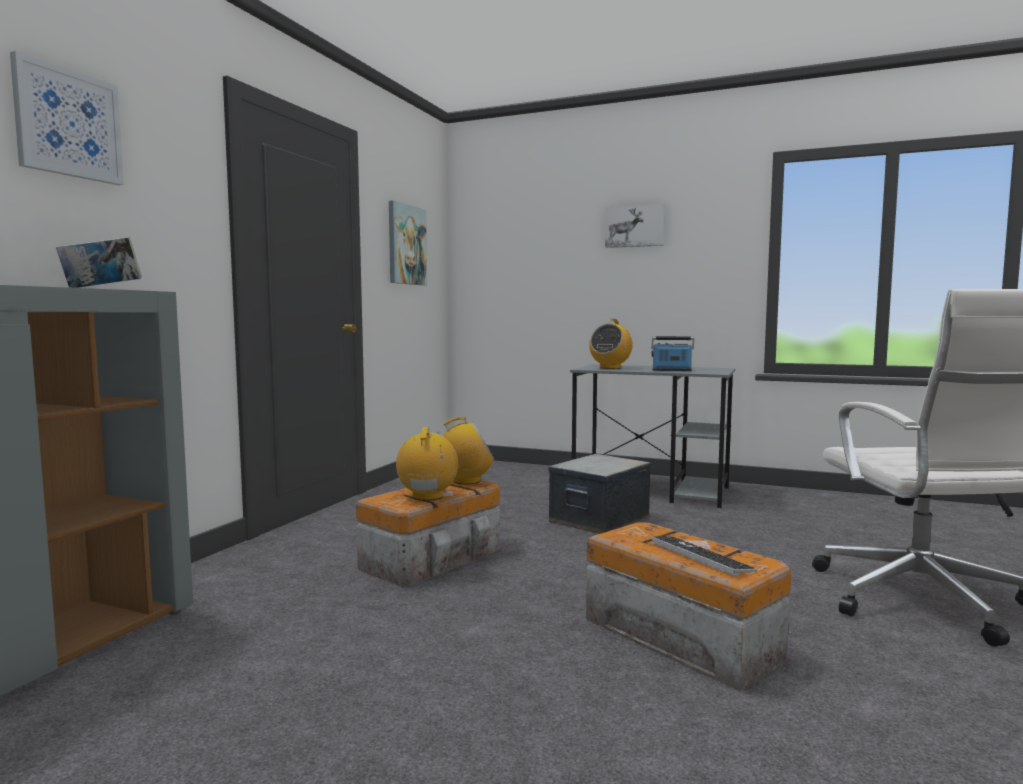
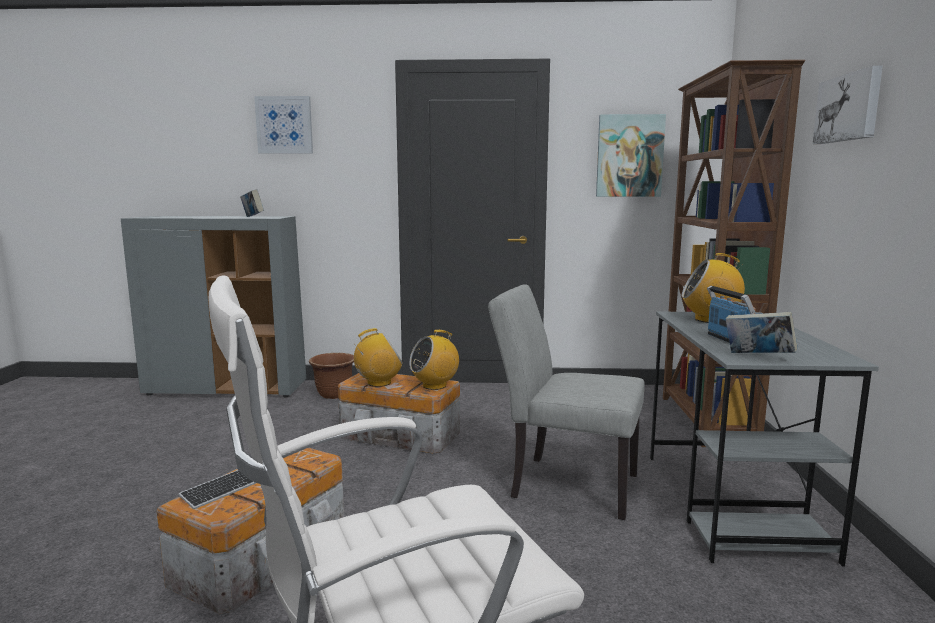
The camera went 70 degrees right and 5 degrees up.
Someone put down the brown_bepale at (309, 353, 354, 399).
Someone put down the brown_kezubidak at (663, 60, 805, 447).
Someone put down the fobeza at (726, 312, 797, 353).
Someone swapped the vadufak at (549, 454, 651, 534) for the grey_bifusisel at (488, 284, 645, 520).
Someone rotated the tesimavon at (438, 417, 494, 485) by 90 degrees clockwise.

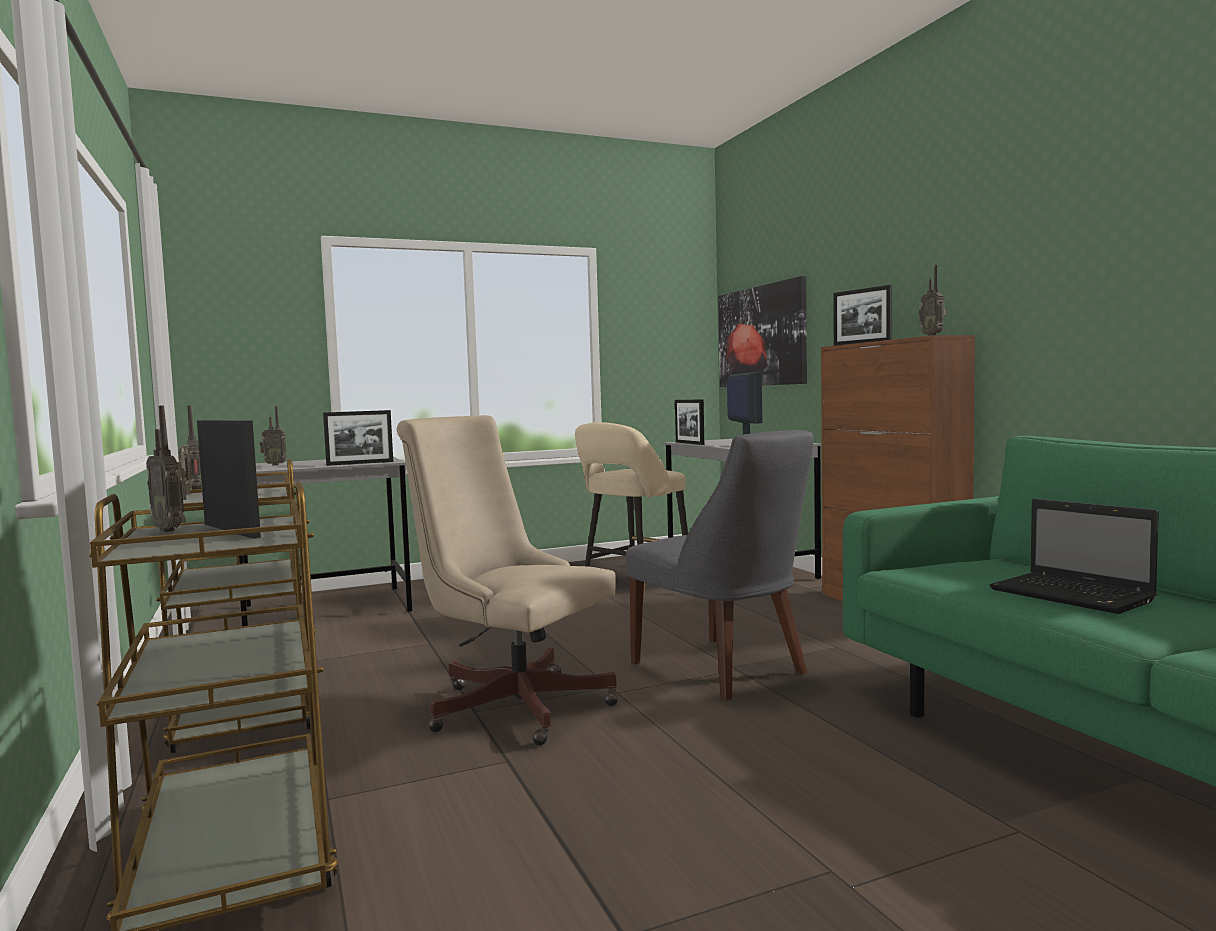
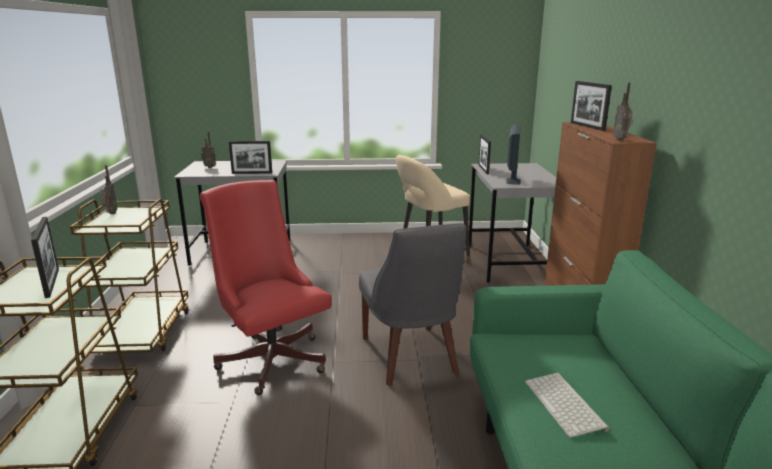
The camera went 20 degrees right and 15 degrees up.
Someone took away the tesimavon at (146, 406, 190, 532).
Someone took away the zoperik at (718, 276, 807, 387).
Someone swapped the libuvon at (989, 499, 1159, 614) for the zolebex at (525, 373, 610, 438).
Someone repainted the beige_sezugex at (396, 415, 618, 745), which became the red_sezugex at (200, 180, 331, 395).

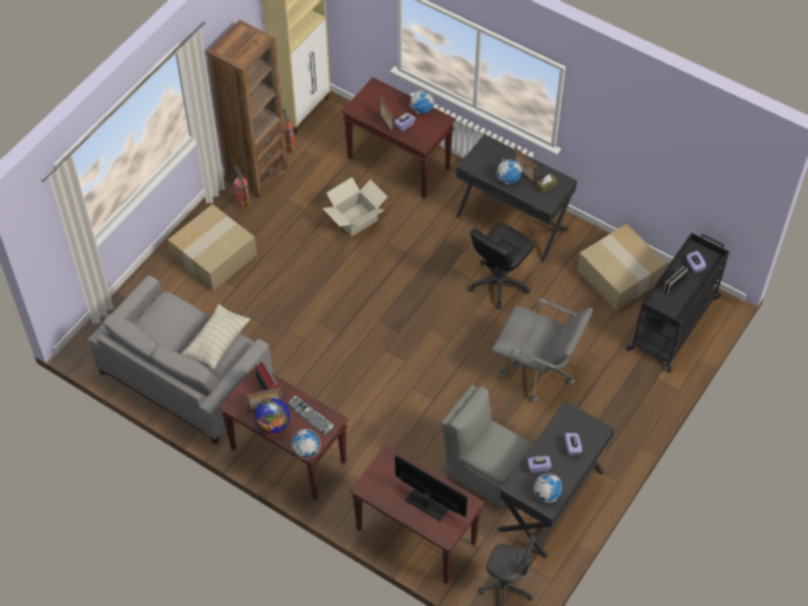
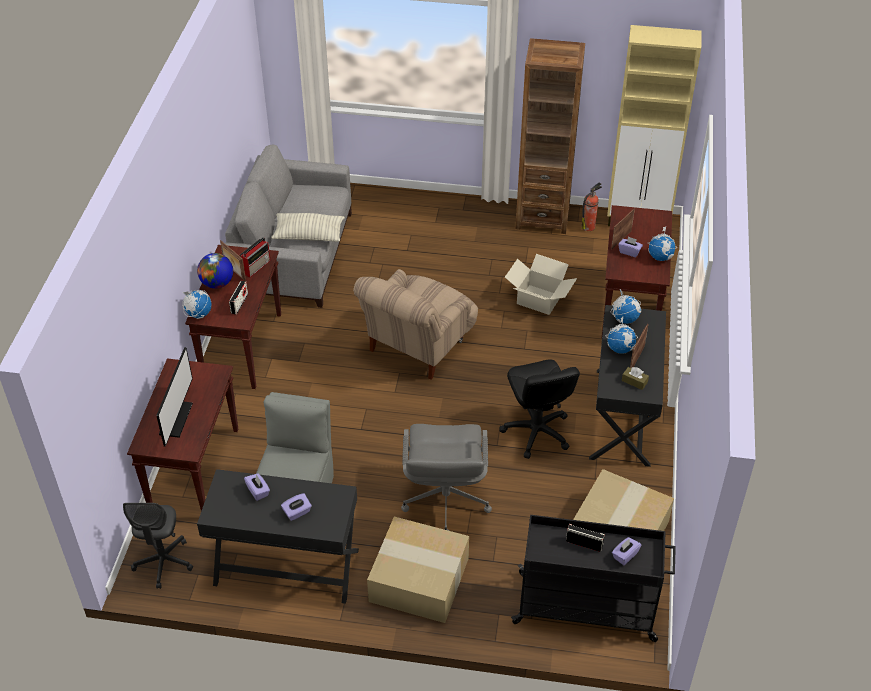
The camera went 65 degrees right and 10 degrees down.
Someone took away the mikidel at (234, 166, 250, 209).
Someone put down the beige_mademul at (353, 269, 478, 380).
Someone carried the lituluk from (168, 204, 257, 291) to (367, 517, 469, 623).
Someone carried the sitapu from (534, 473, 563, 503) to (611, 289, 641, 324).
Someone swapped the zolebex at (286, 395, 335, 435) for the tesimavon at (229, 281, 248, 315).
Someone rotated the black_sezugex at (468, 223, 534, 309) by 120 degrees counterclockwise.

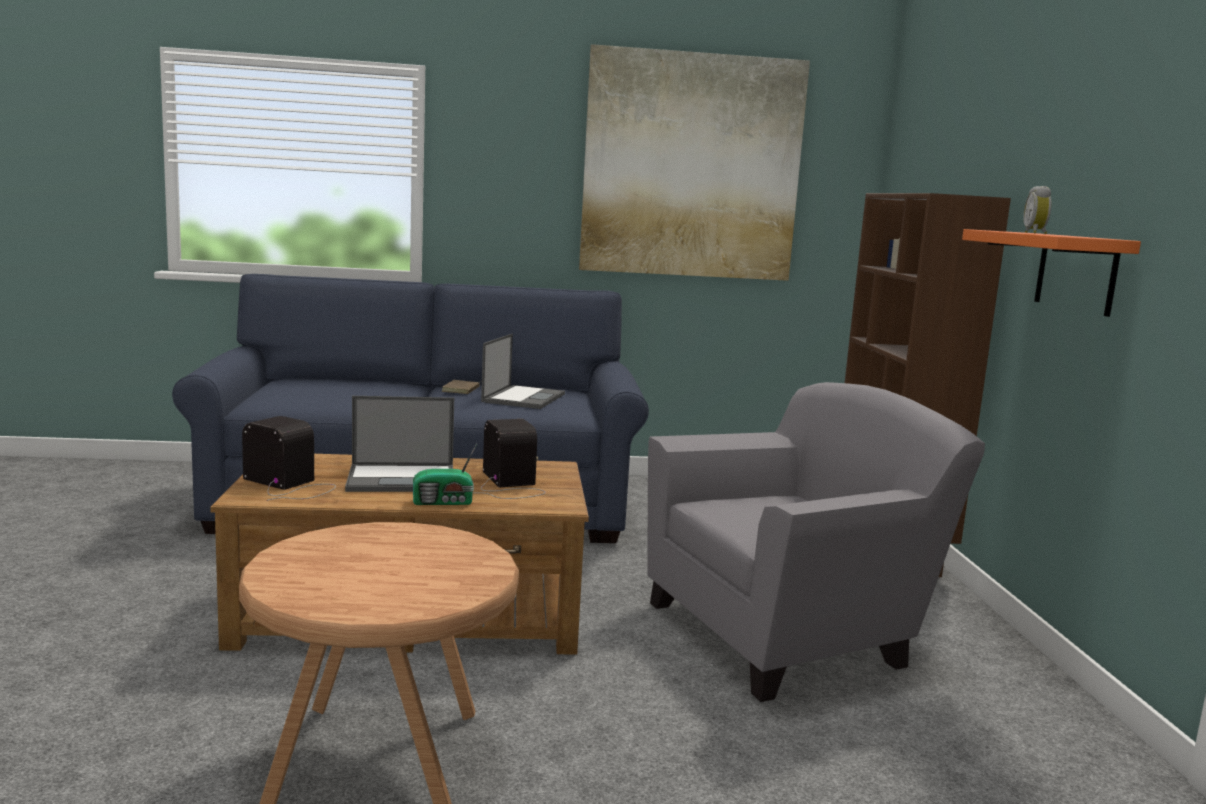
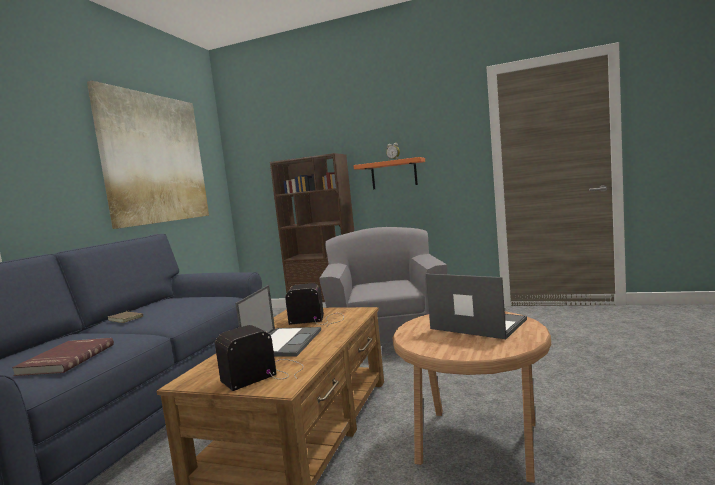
The camera went 65 degrees left and 5 degrees down.
Someone took away the tesimavon at (413, 444, 477, 505).
Someone put down the red_fobeza at (12, 338, 114, 376).
Someone carried the libuvon from (481, 334, 565, 409) to (426, 274, 527, 339).

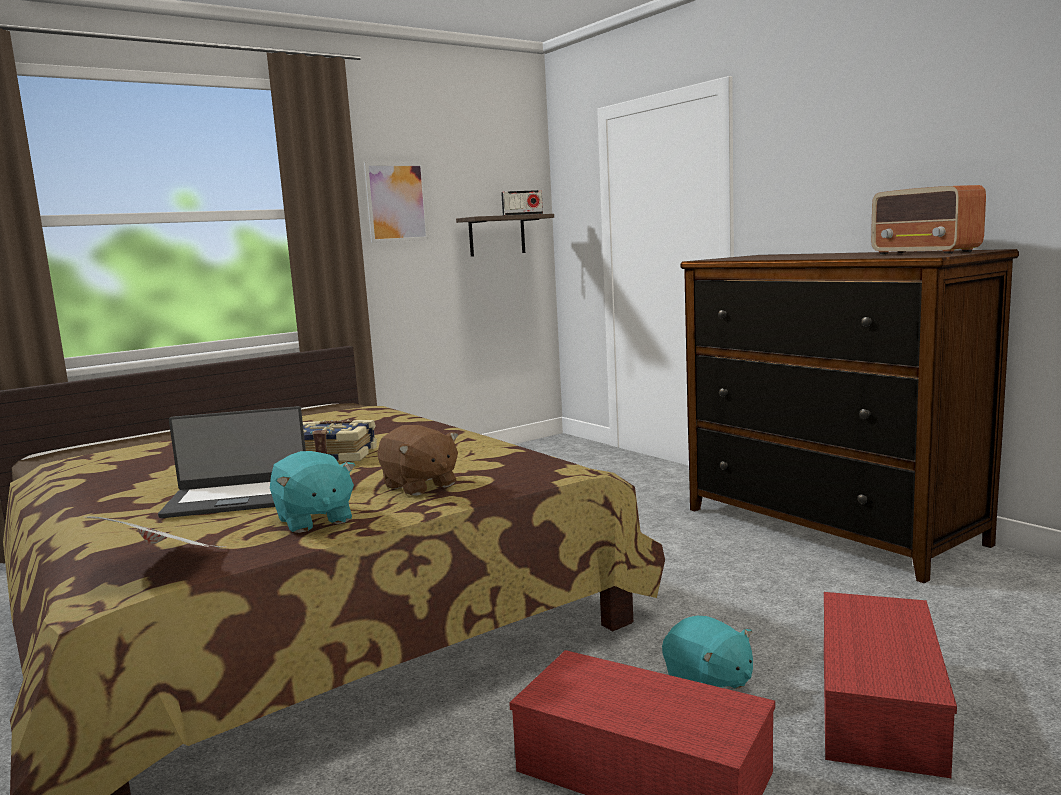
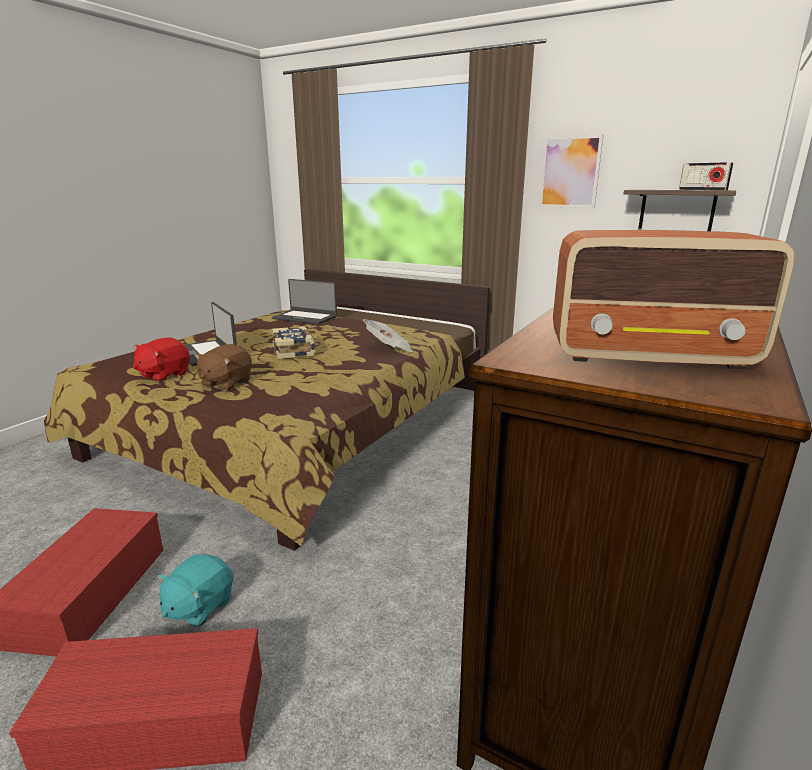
The camera went 65 degrees right and 10 degrees up.
Someone put down the libuvon at (272, 279, 337, 324).
Someone carried the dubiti from (87, 517, 226, 547) to (363, 319, 413, 352).
Someone repainted the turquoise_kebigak at (270, 451, 356, 533), which became the red_kebigak at (133, 337, 190, 382).
Someone rotated the tesimavon at (871, 185, 986, 254) by 120 degrees counterclockwise.

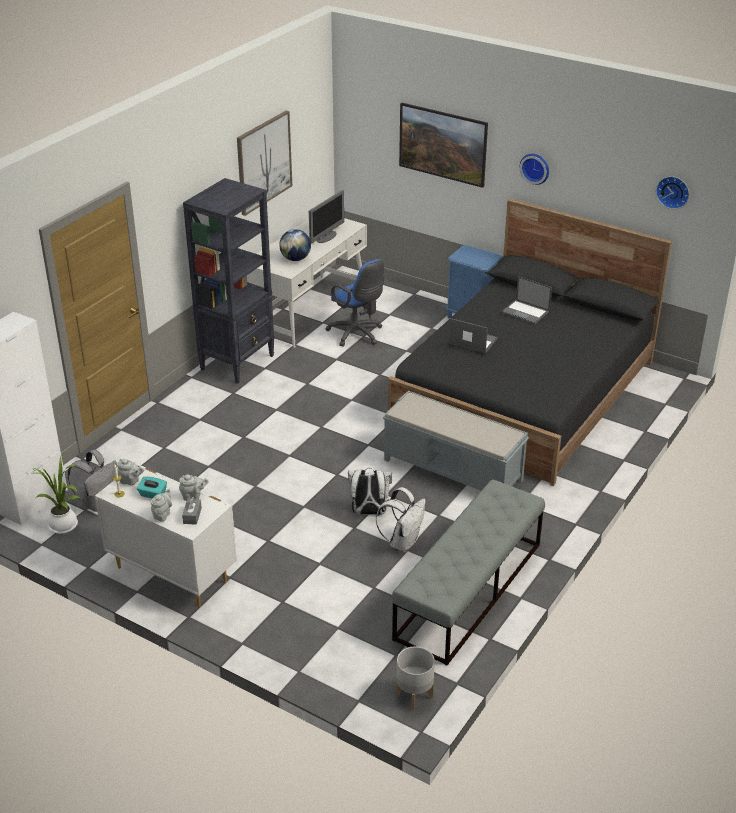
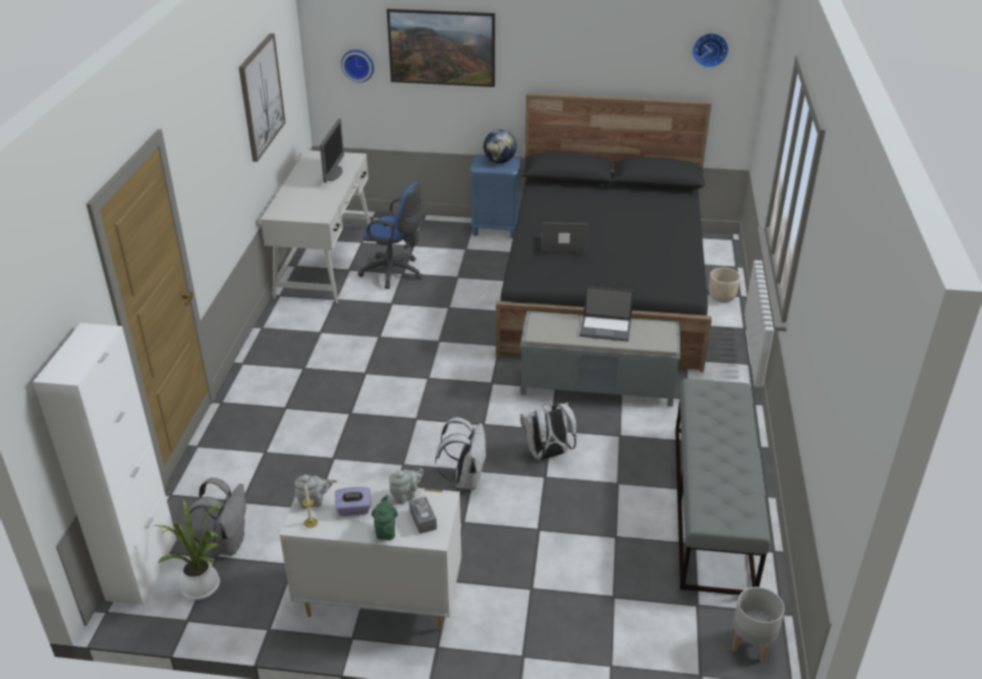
The camera went 25 degrees left and 0 degrees up.
Someone took away the black_kezubidak at (183, 178, 275, 384).
Someone put down the beige_bepale at (709, 268, 740, 302).
Someone carried the sitapu from (279, 229, 311, 261) to (483, 129, 517, 163).
Someone carried the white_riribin from (376, 487, 426, 552) to (435, 417, 487, 490).
Someone carried the libuvon from (501, 276, 552, 324) to (580, 286, 634, 342).
Someone carried the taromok from (520, 154, 549, 185) to (341, 50, 374, 82).
Someone repainted the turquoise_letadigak at (137, 476, 167, 498), which became the purple_letadigak at (335, 487, 371, 516).
Someone repainted the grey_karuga at (151, 489, 172, 522), which became the green_karuga at (371, 495, 398, 540).

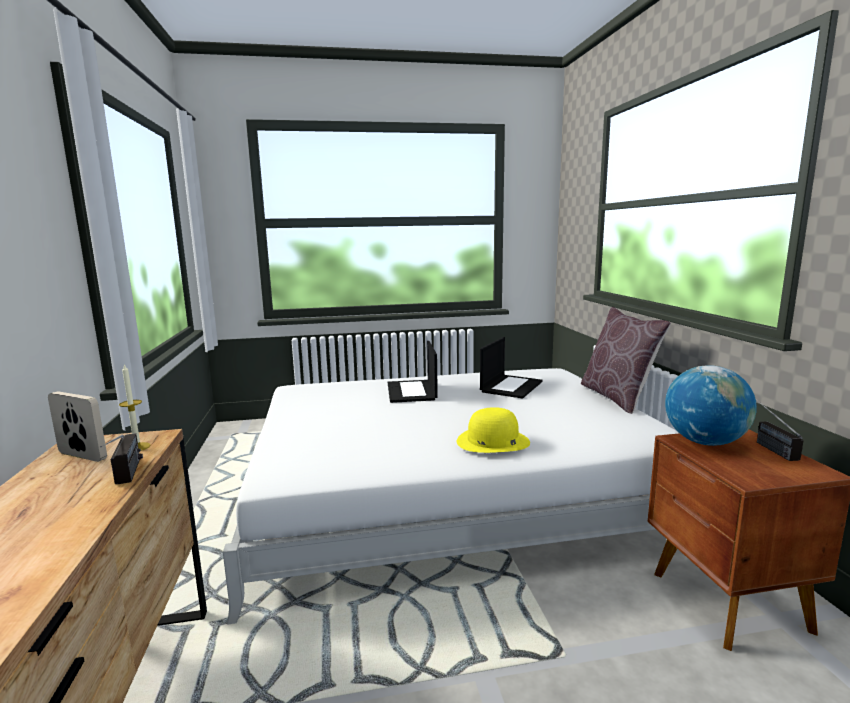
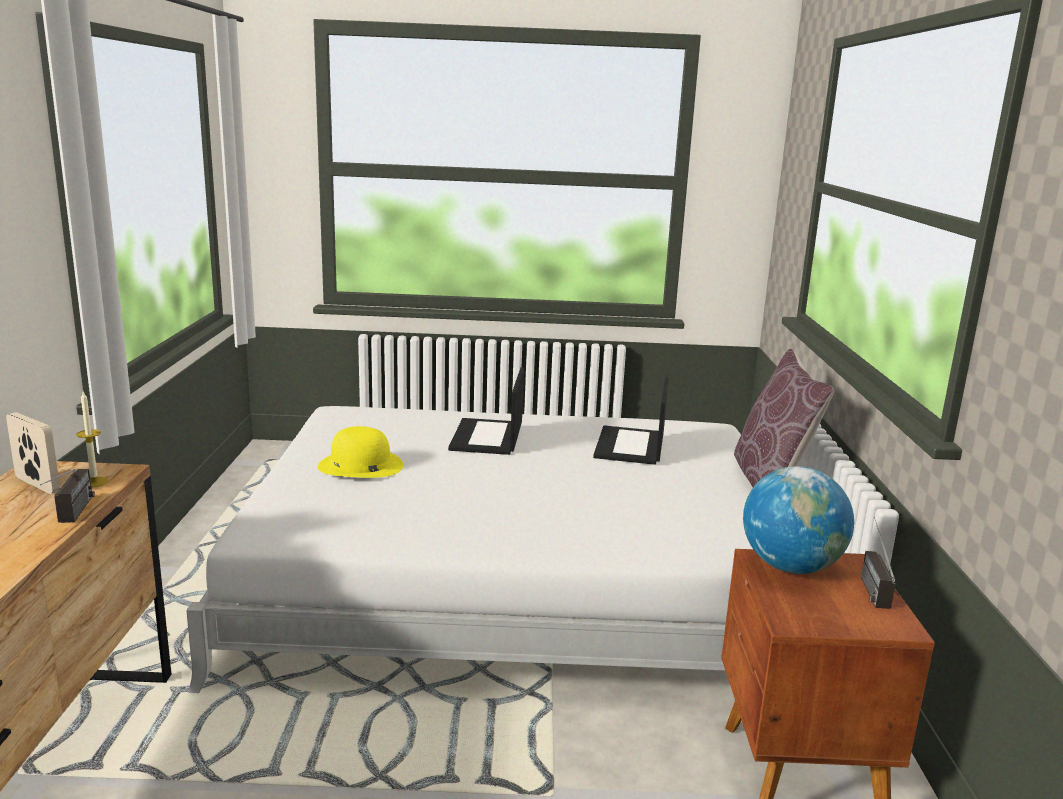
The camera went 10 degrees right and 5 degrees up.
Someone carried the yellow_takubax from (457, 407, 530, 453) to (318, 426, 404, 478).
Someone rotated the libuvon at (480, 337, 543, 399) by 150 degrees clockwise.

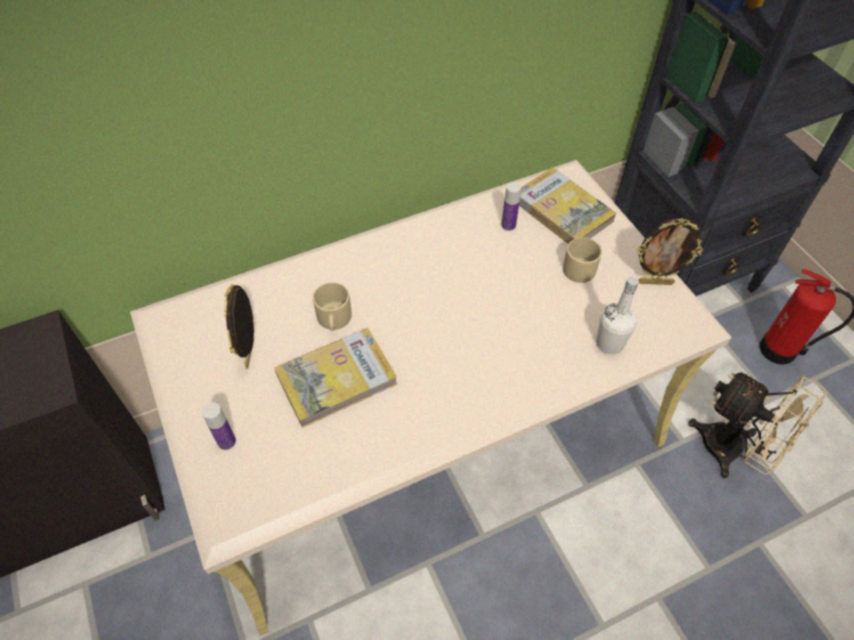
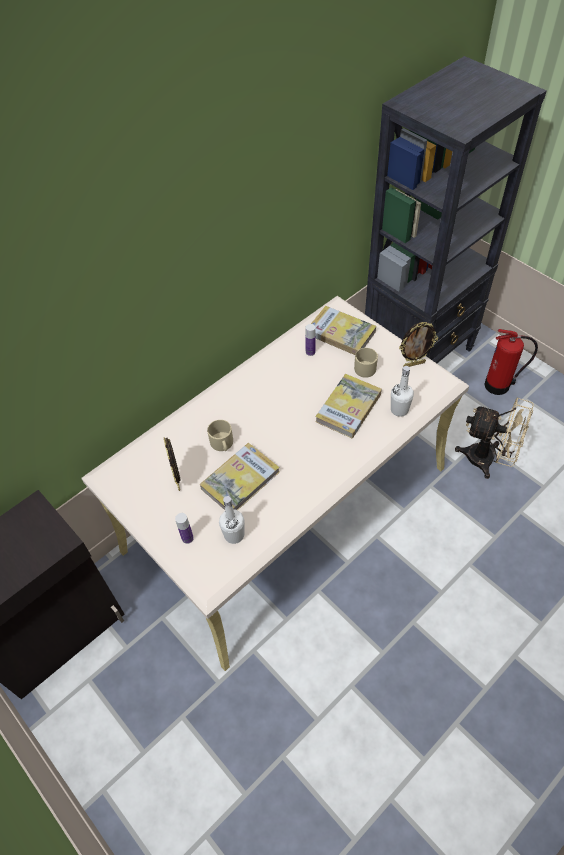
The camera went 15 degrees left and 0 degrees up.
Someone put down the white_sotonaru at (219, 496, 244, 544).
Someone put down the fobeza at (315, 374, 382, 439).

